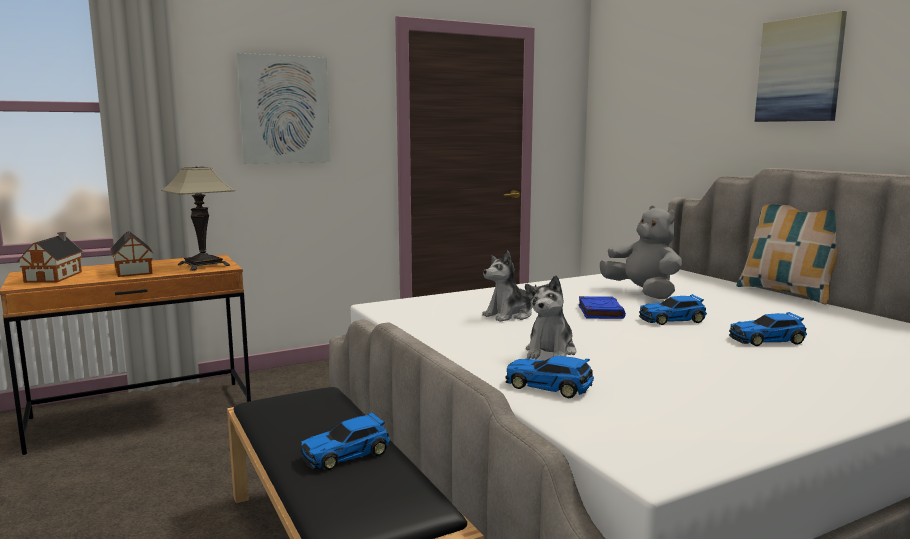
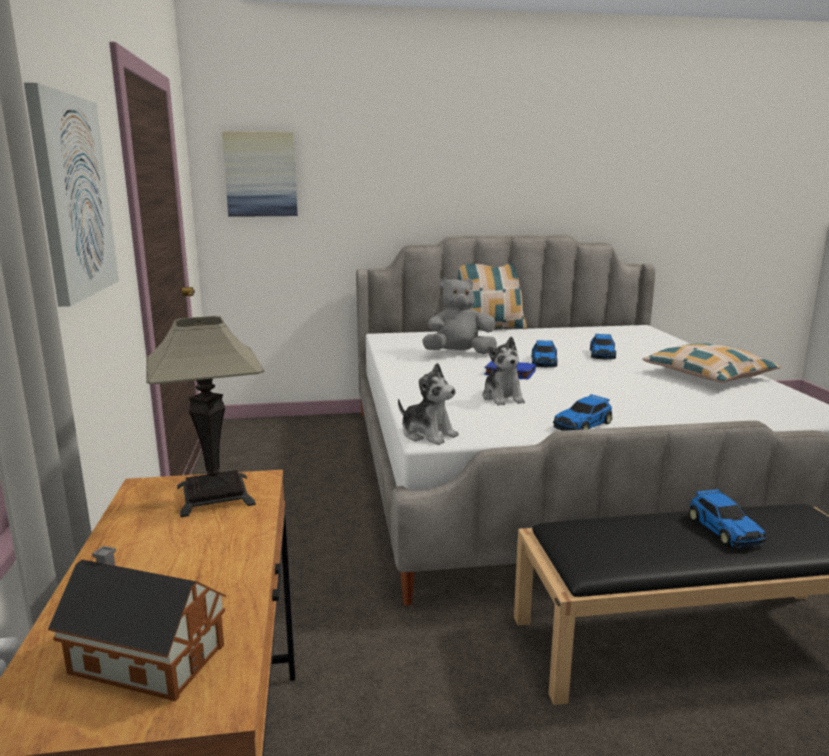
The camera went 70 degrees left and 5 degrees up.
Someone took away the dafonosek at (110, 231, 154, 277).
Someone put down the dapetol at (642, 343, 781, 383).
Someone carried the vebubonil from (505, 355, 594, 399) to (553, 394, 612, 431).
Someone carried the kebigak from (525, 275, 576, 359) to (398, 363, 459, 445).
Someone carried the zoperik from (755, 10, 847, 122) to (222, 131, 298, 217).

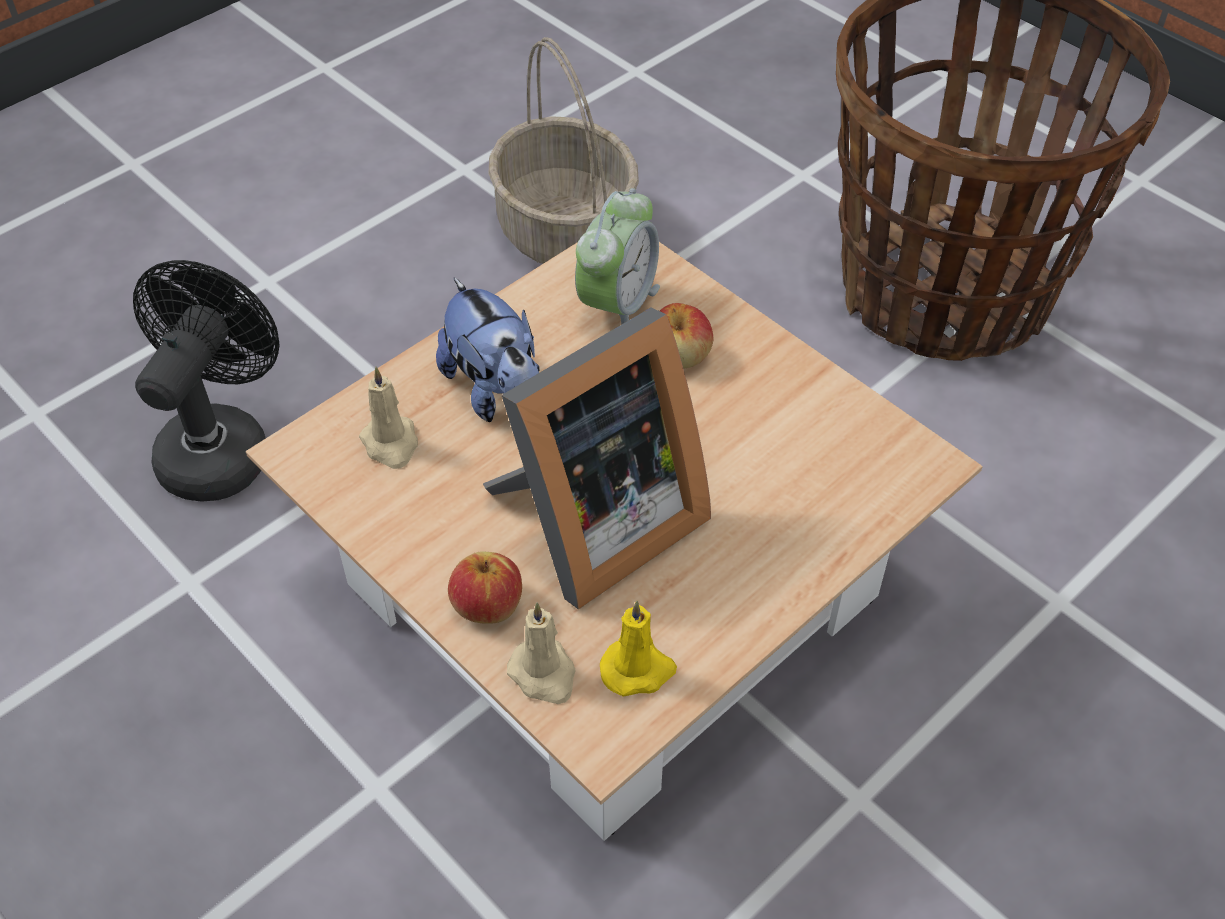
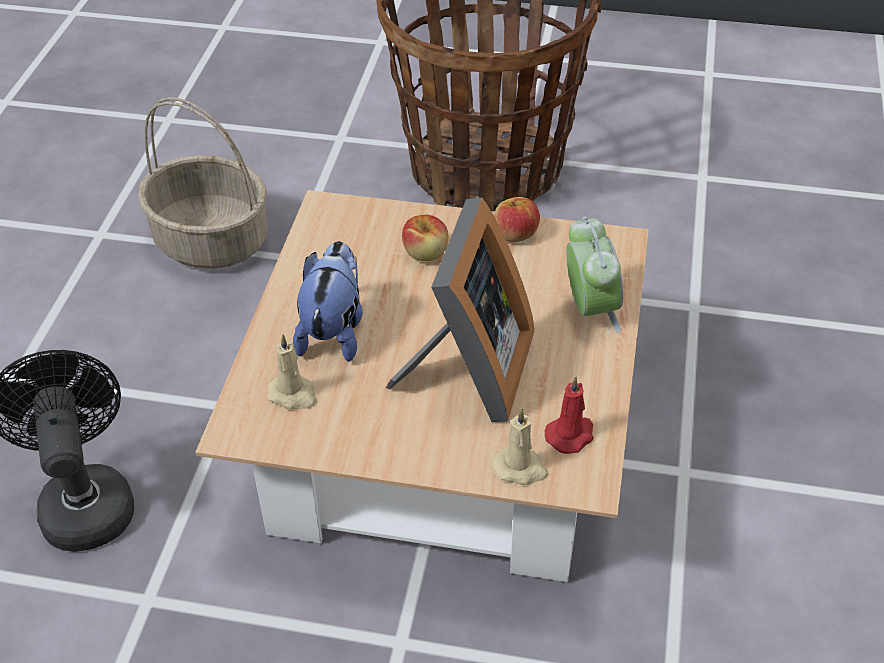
The camera went 35 degrees left and 5 degrees down.
Someone carried the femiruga from (448, 551, 522, 624) to (494, 197, 540, 242).
Someone carried the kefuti from (575, 188, 660, 325) to (566, 216, 623, 333).
Someone repainted the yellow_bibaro at (600, 601, 677, 697), which became the red_bibaro at (544, 376, 594, 454).
Someone rotated the kebigak at (436, 277, 540, 422) by 105 degrees counterclockwise.

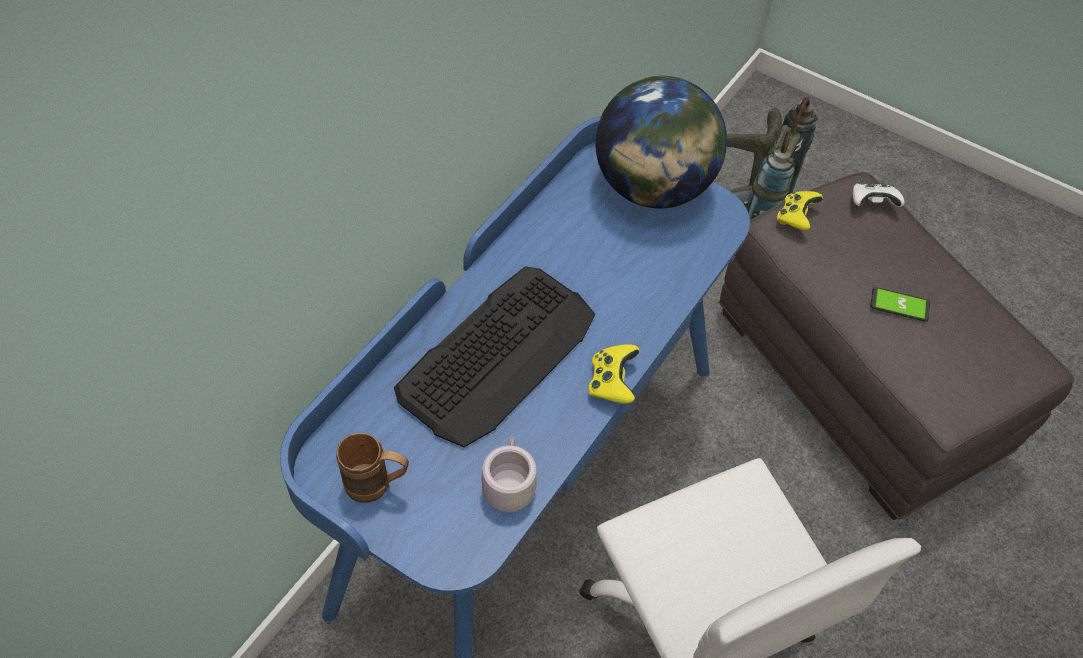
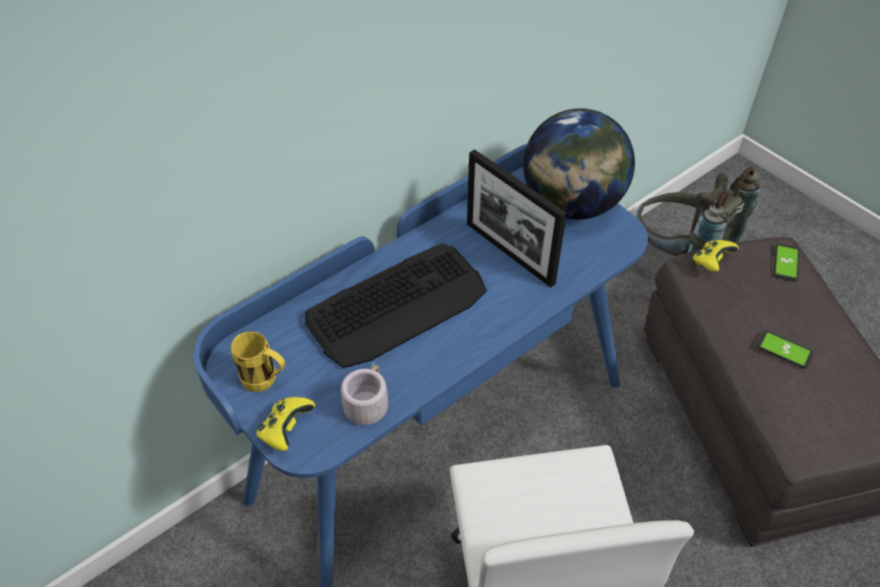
The camera went 20 degrees right and 5 degrees down.
Someone put down the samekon at (467, 149, 567, 288).
Someone carried the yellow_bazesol from (588, 344, 639, 404) to (257, 397, 315, 451).
Someone swapped the white_bazesol at (853, 181, 905, 207) for the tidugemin at (774, 243, 799, 281).
Someone repainted the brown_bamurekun at (336, 433, 409, 503), which became the yellow_bamurekun at (231, 331, 285, 392).

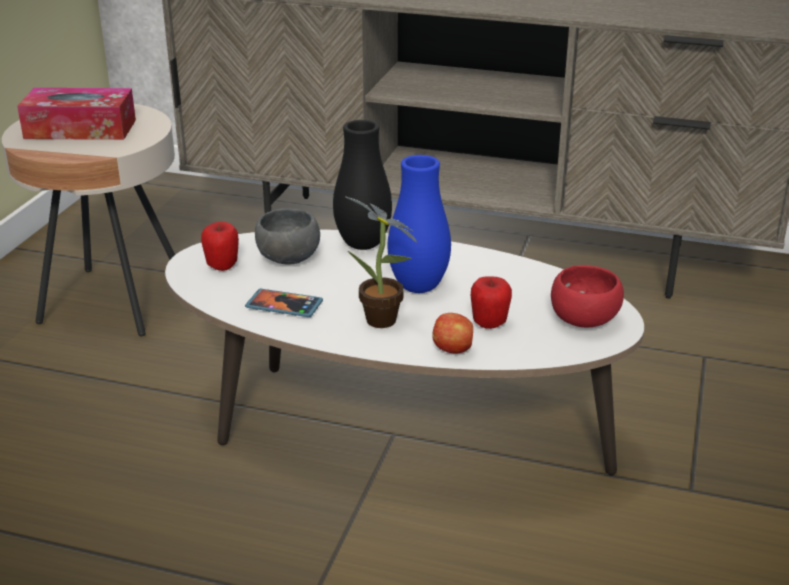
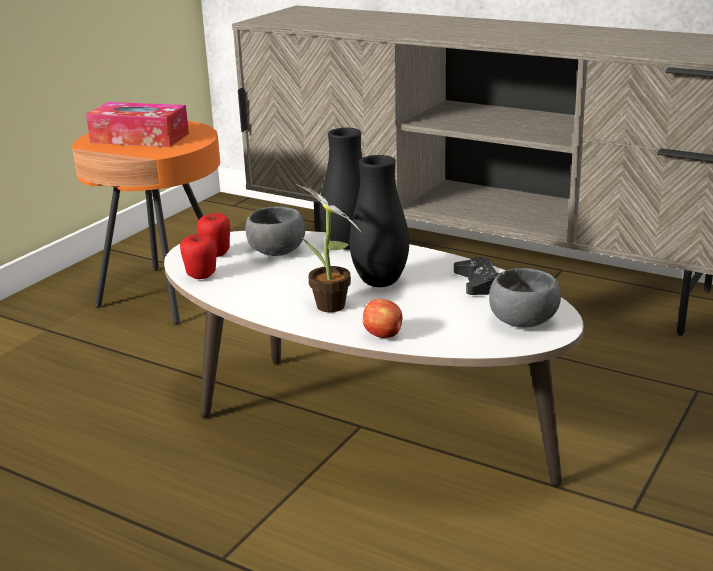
The camera went 15 degrees right and 5 degrees down.
Someone took away the tidugemin at (245, 289, 323, 317).
Someone put down the black_bazesol at (454, 257, 499, 295).
Someone carried the femiruga from (471, 276, 512, 329) to (180, 234, 217, 279).
Someone repainted the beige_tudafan at (2, 104, 175, 336), which became the orange_tudafan at (72, 121, 220, 324).
Someone repainted the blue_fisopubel at (388, 155, 451, 293), which became the black_fisopubel at (349, 155, 409, 287).
Someone repainted the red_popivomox at (551, 265, 624, 327), which became the grey_popivomox at (489, 268, 561, 327).

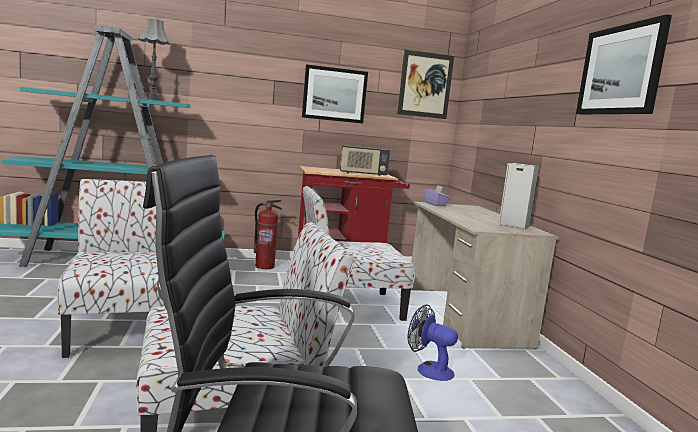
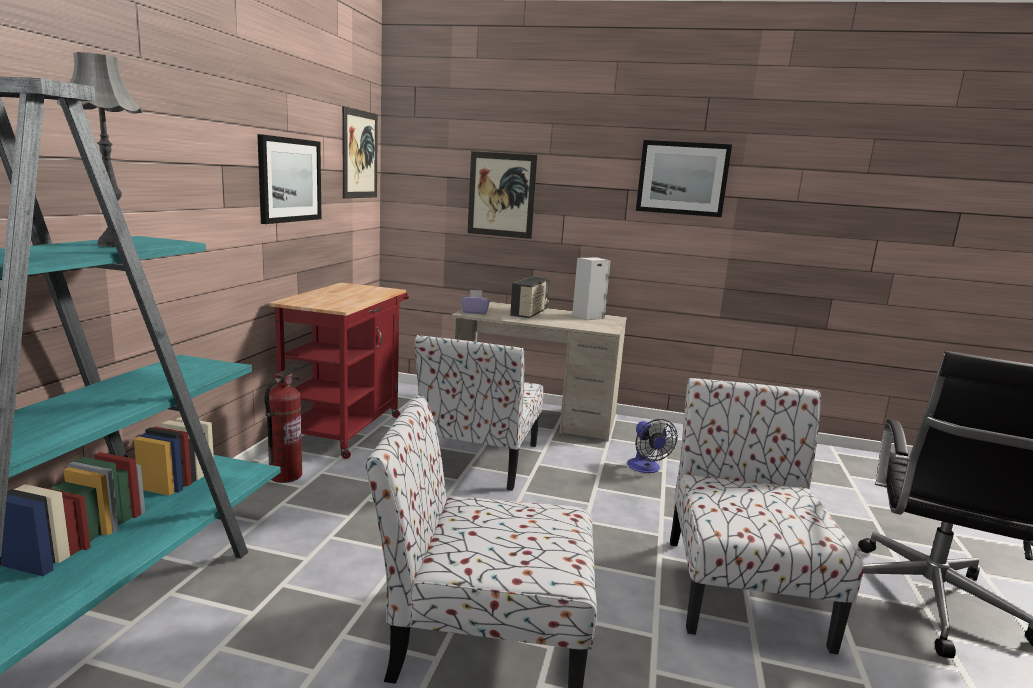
The camera went 65 degrees left and 5 degrees up.
Someone put up the zoperik at (468, 151, 538, 239).
Someone carried the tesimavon from (340, 145, 390, 176) to (510, 276, 550, 318).
Someone rotated the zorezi at (408, 305, 458, 381) by 75 degrees counterclockwise.

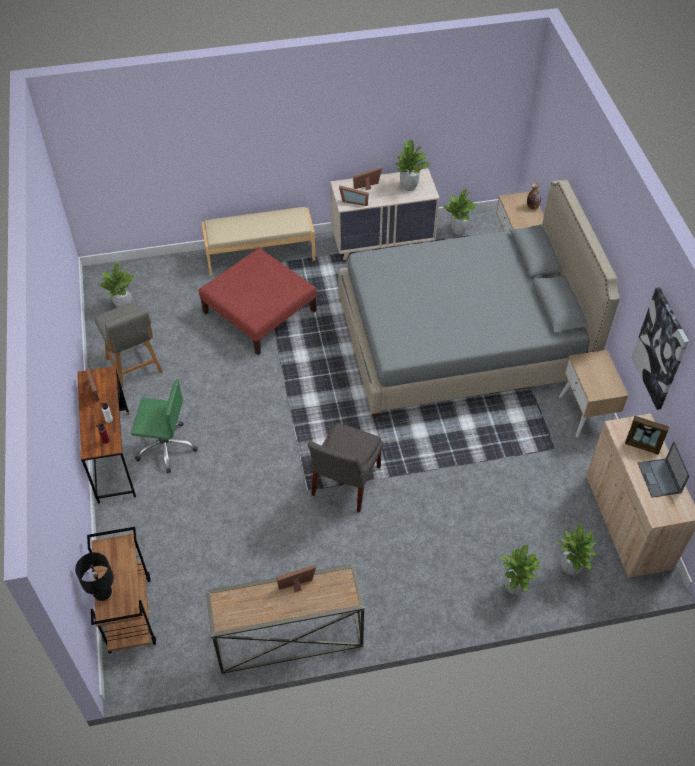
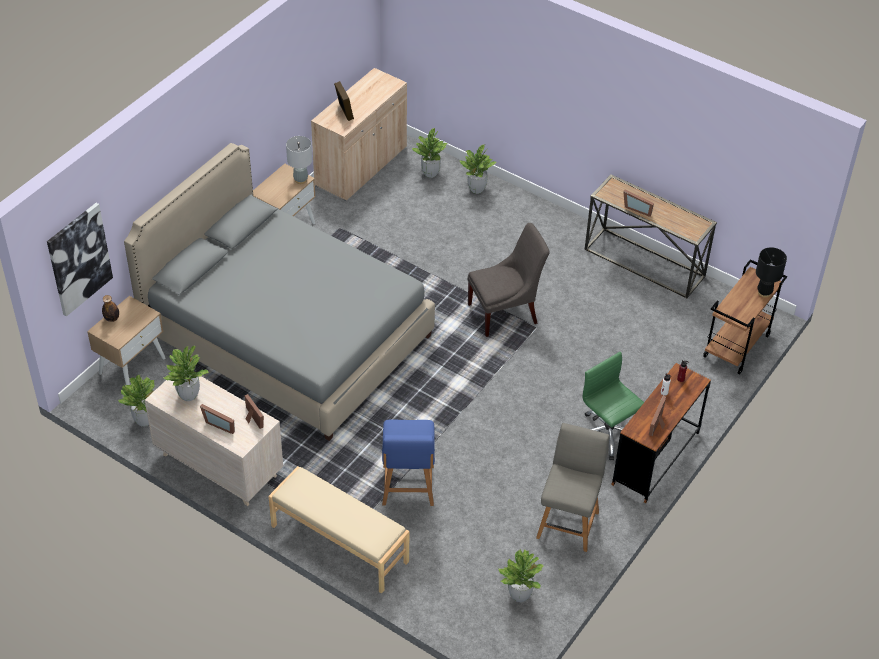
The camera went 135 degrees left and 5 degrees down.
Someone took away the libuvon at (638, 441, 690, 497).
Someone put down the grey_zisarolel at (286, 136, 312, 184).
Someone carried the zoperik from (631, 287, 689, 410) to (47, 203, 113, 317).
Someone swapped the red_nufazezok at (199, 247, 317, 355) for the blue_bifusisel at (382, 419, 435, 506).

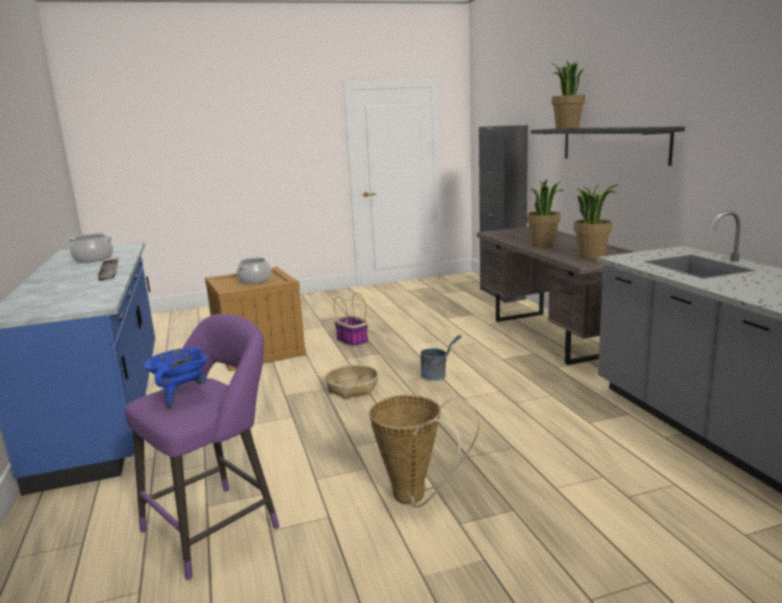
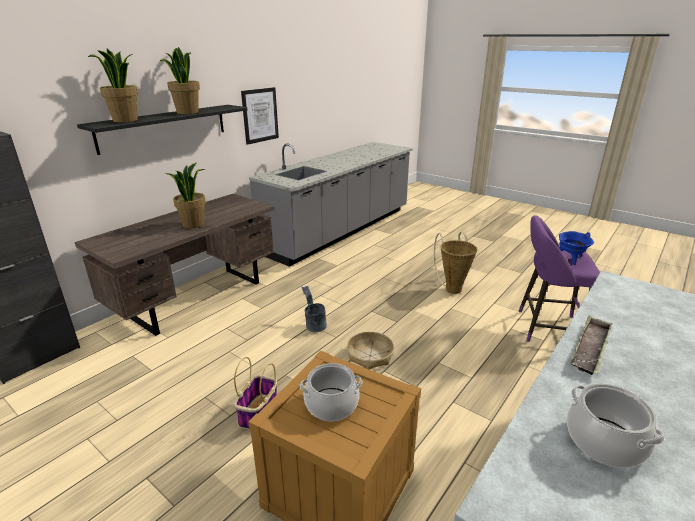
The camera went 125 degrees left and 10 degrees up.
Someone put up the zoperik at (241, 87, 279, 145).
Someone carried the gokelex from (574, 183, 619, 260) to (160, 47, 200, 114).

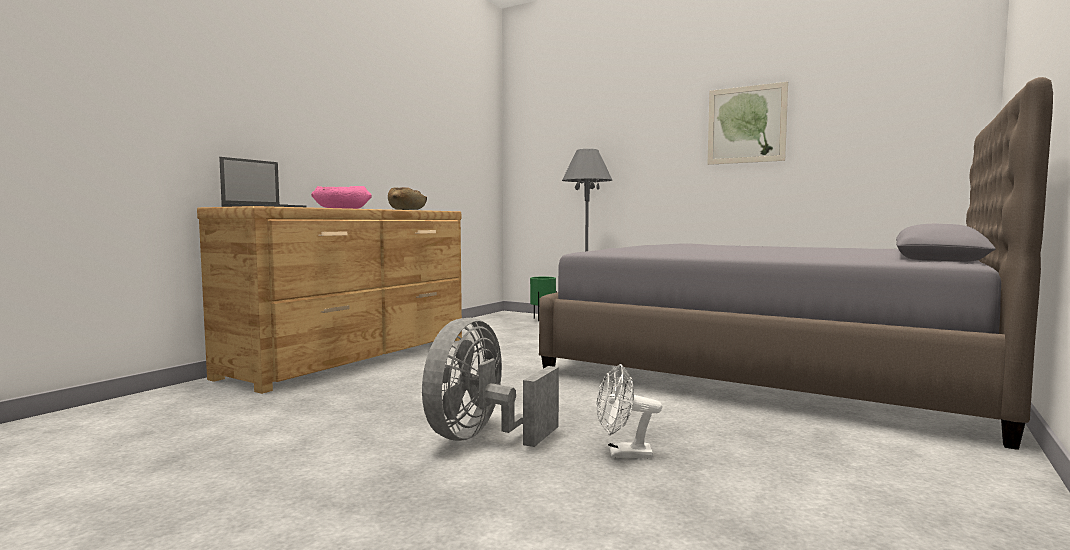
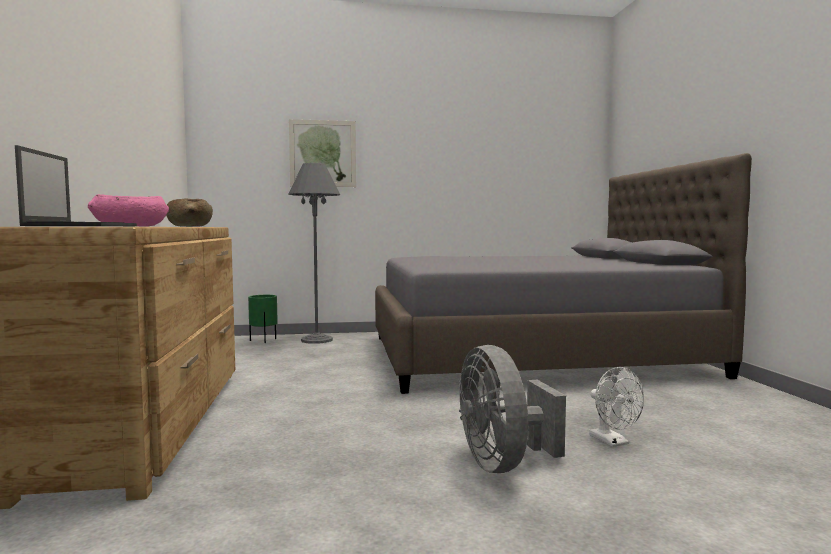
The camera went 40 degrees left and 0 degrees up.
Someone carried the zoperik from (708, 82, 788, 165) to (289, 119, 356, 187).
Someone rotated the white_zorezi at (597, 364, 662, 458) by 75 degrees counterclockwise.

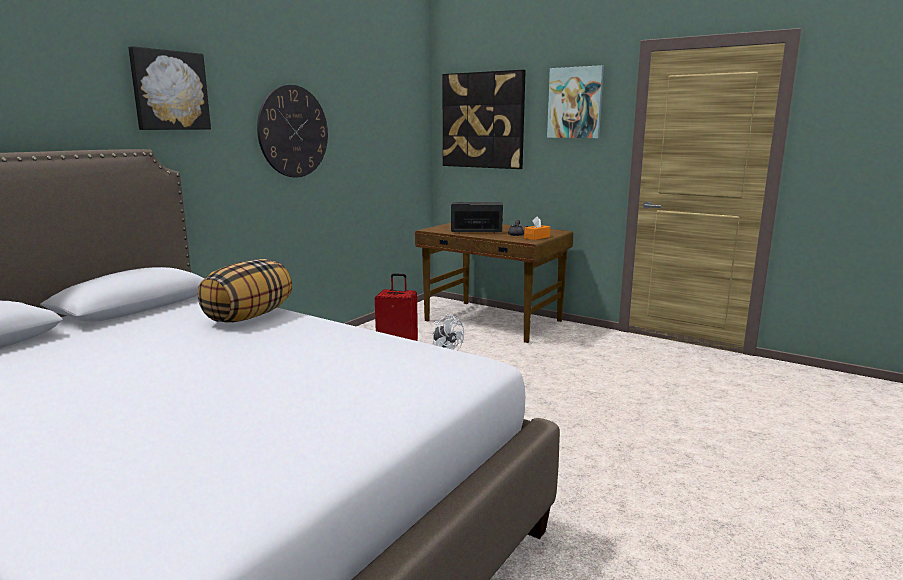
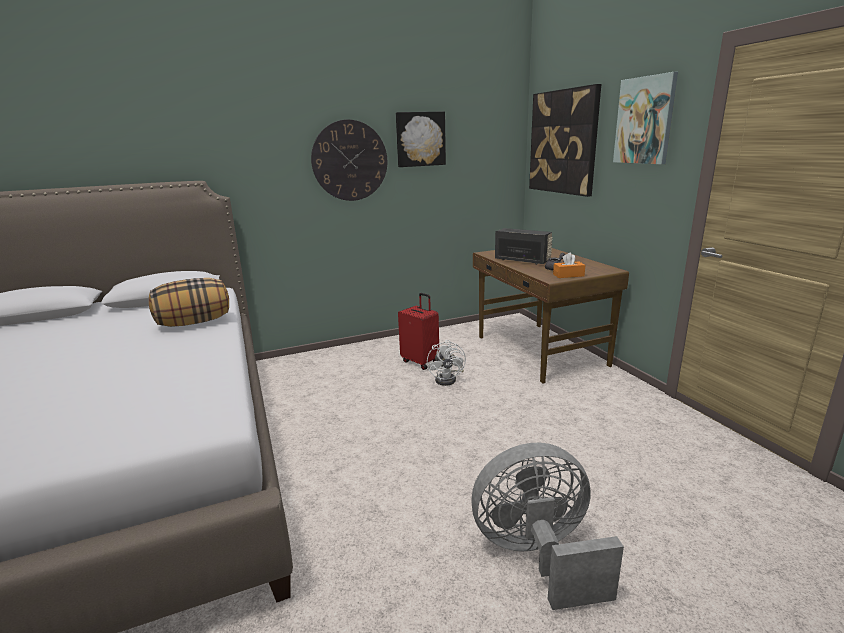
The camera went 35 degrees right and 5 degrees up.
Someone put down the grey_zorezi at (472, 443, 624, 610).
Someone carried the zoperik from (128, 46, 211, 130) to (396, 112, 446, 167).

